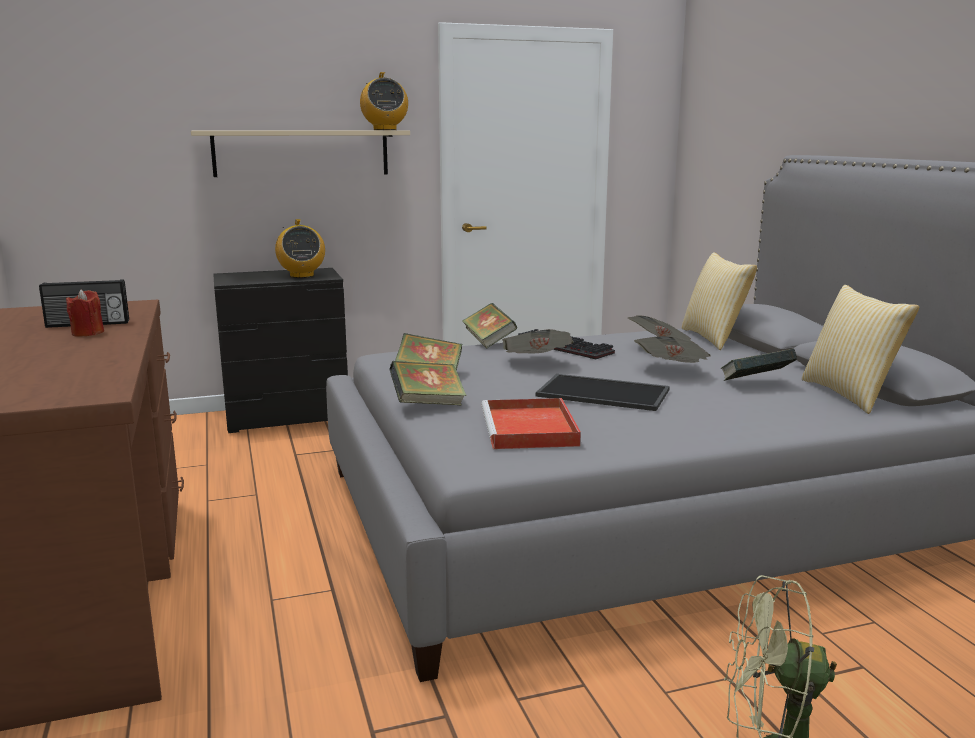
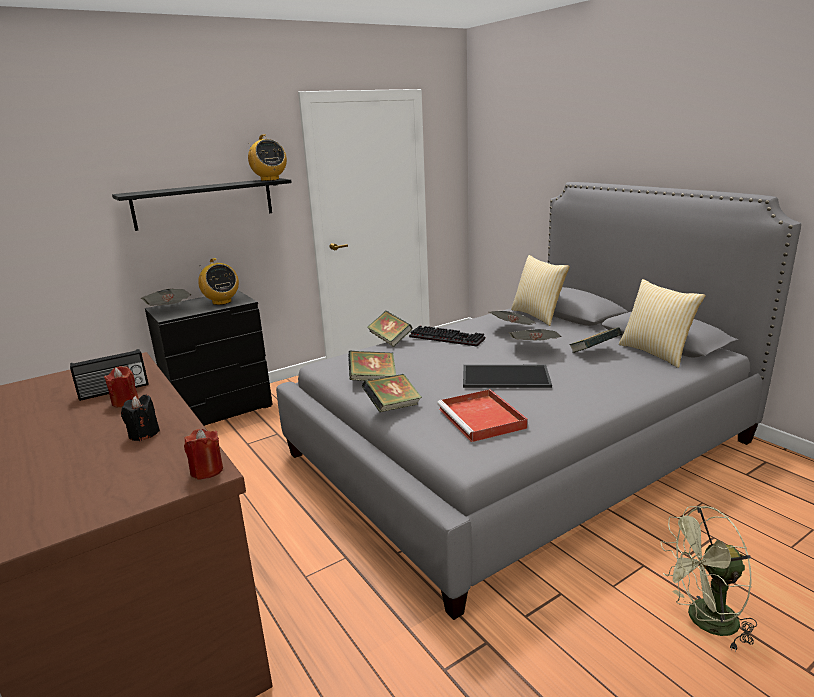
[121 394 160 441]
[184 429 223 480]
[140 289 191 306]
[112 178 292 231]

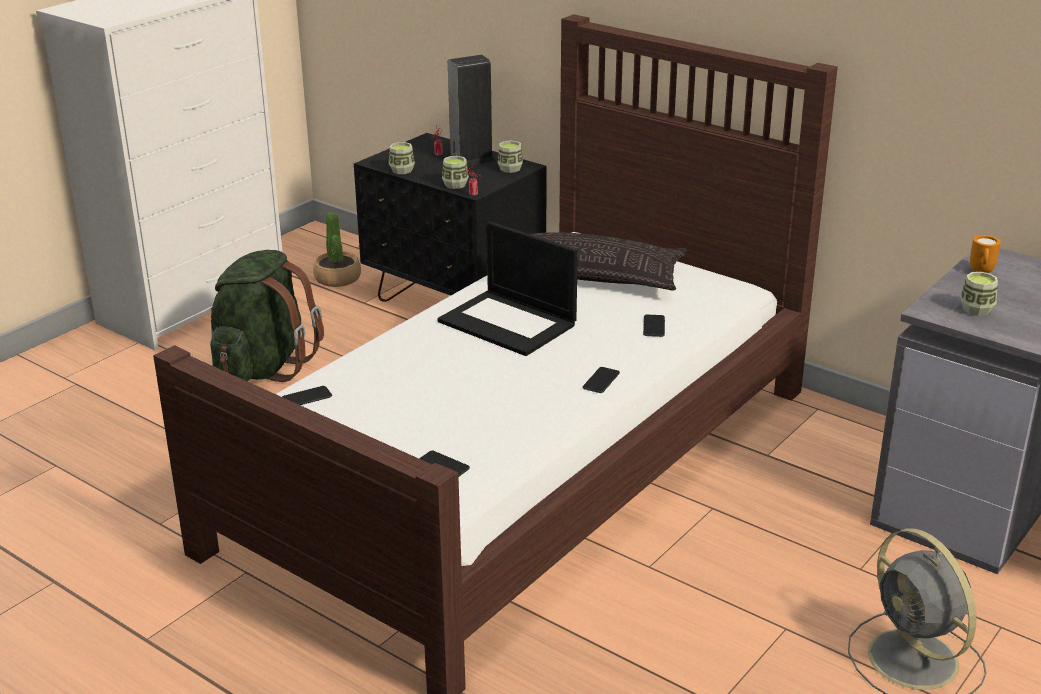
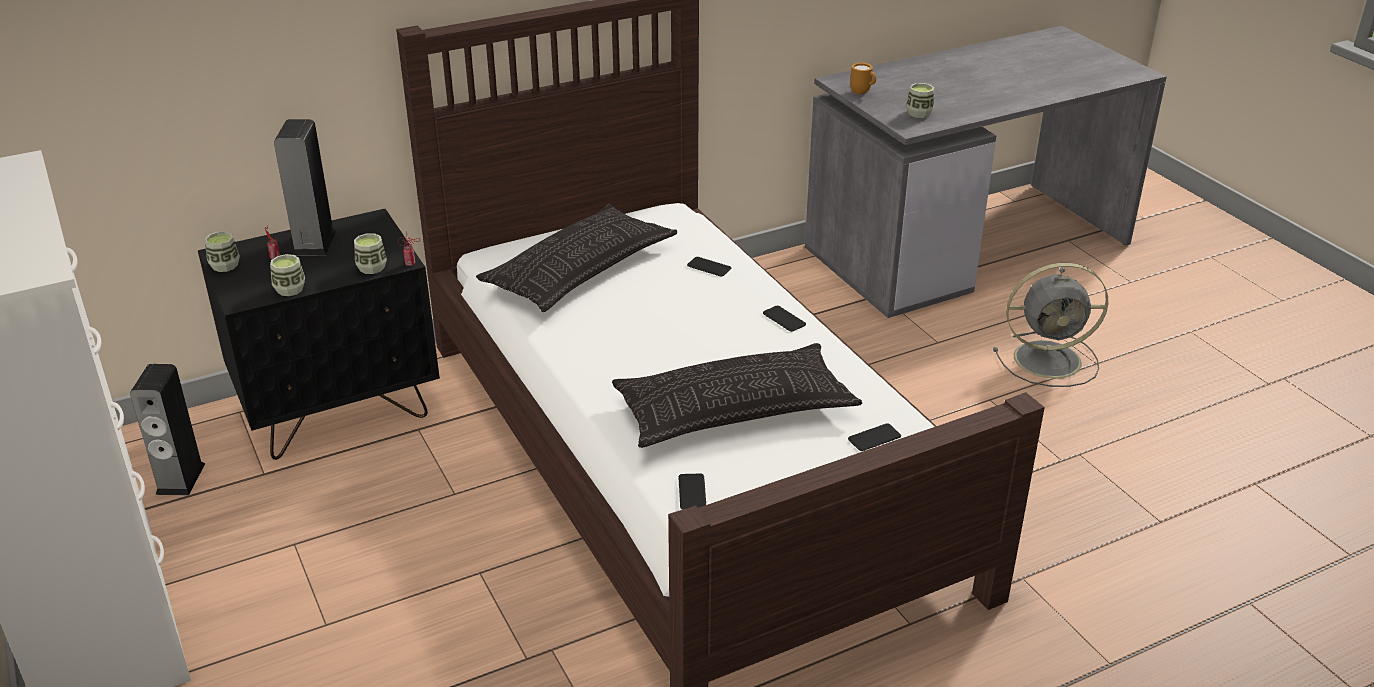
[210 250 324 382] (first image)
[437 221 578 356] (first image)
[612 343 862 448]
[205 231 240 272]
[130 364 205 496]

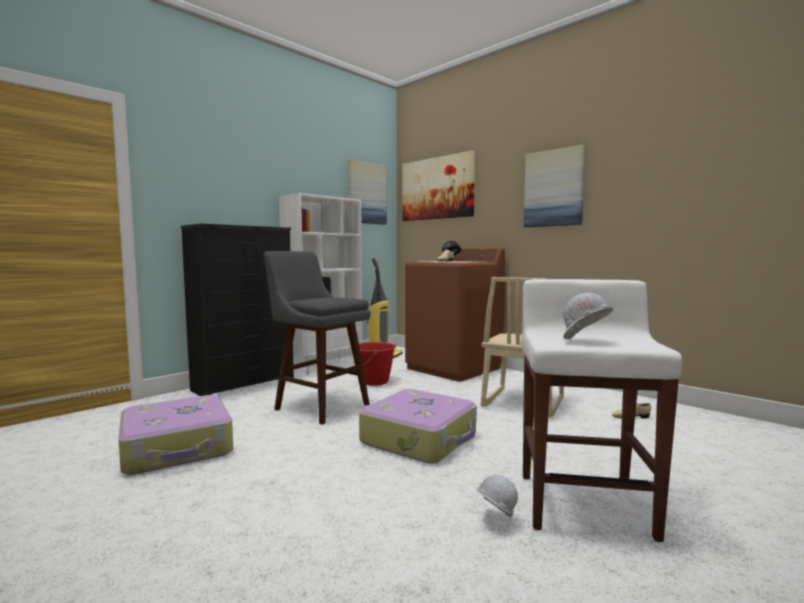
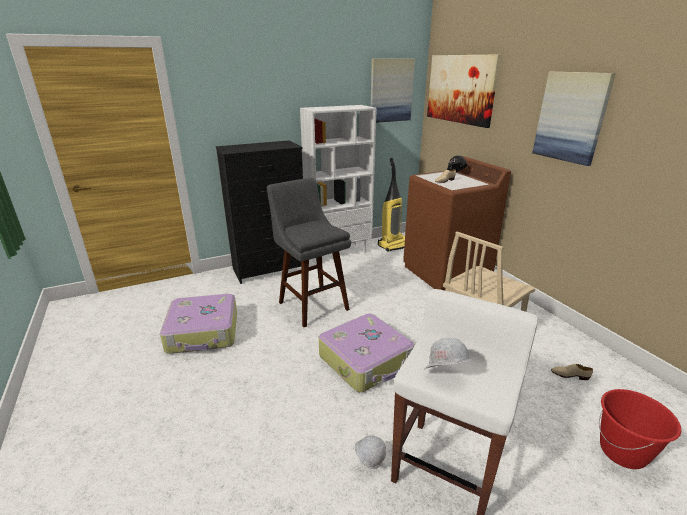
[599 389 681 469]

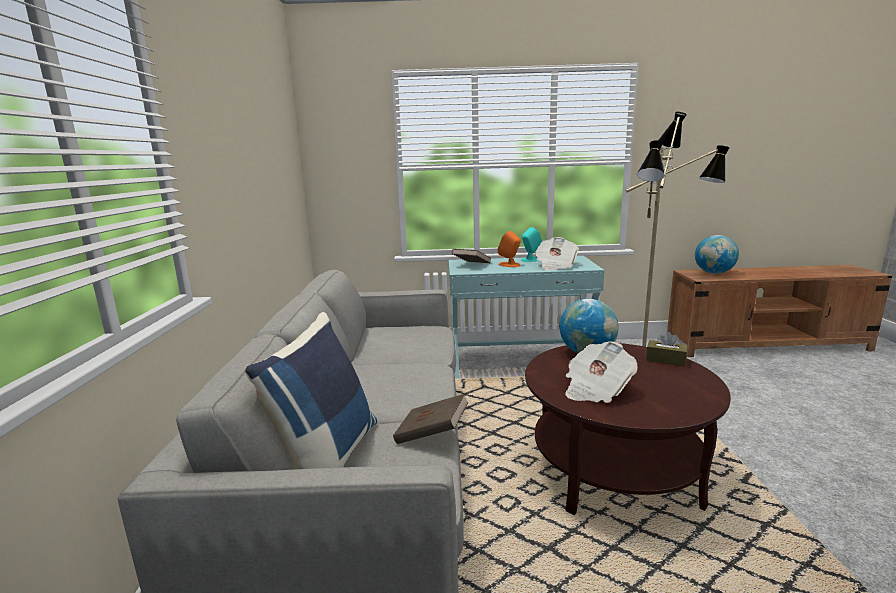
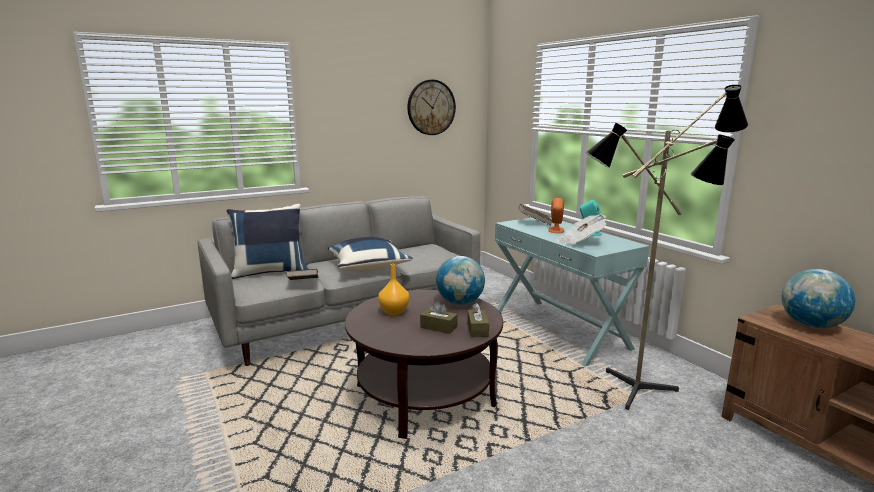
[328 237 413 272]
[407 80 456 135]
[420 301 458 334]
[378 264 409 315]

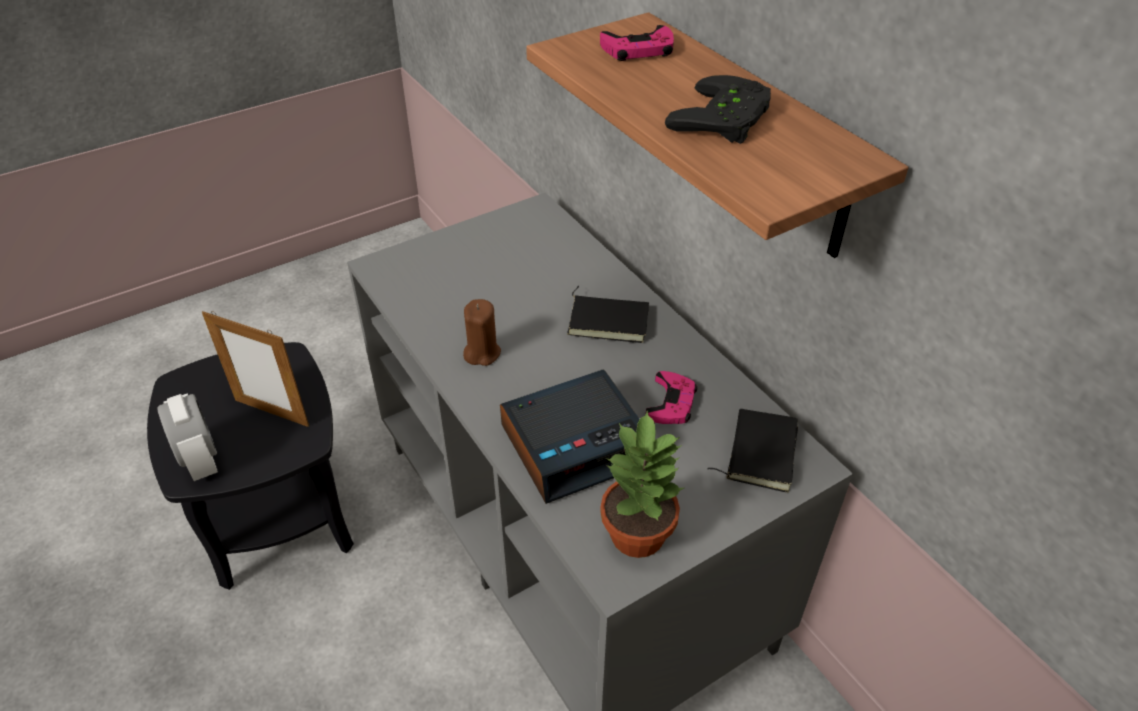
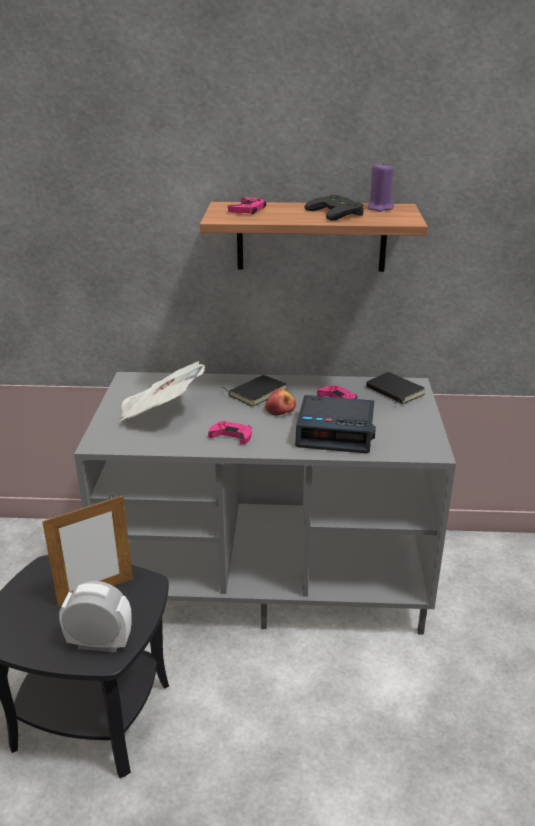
[600 411 684 558] (first image)
[120 361 205 421]
[265 389 296 416]
[367 162 394 212]
[208 421 252 444]
[295 395 376 453]

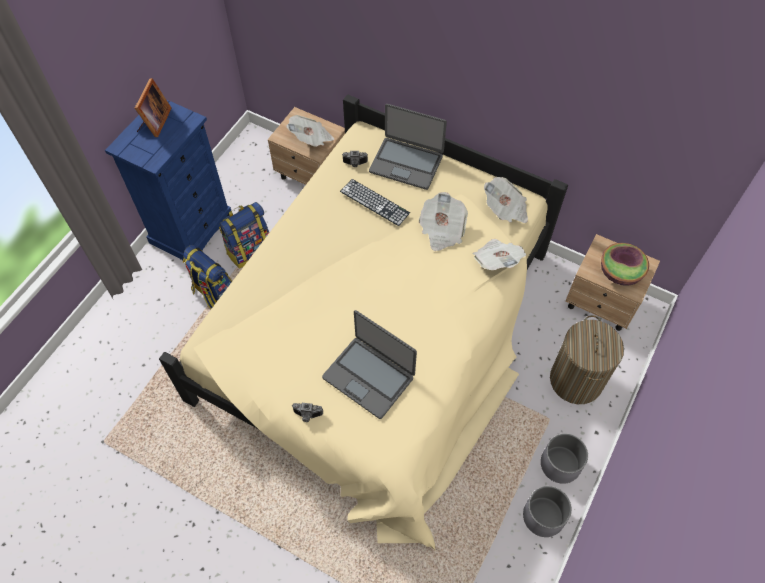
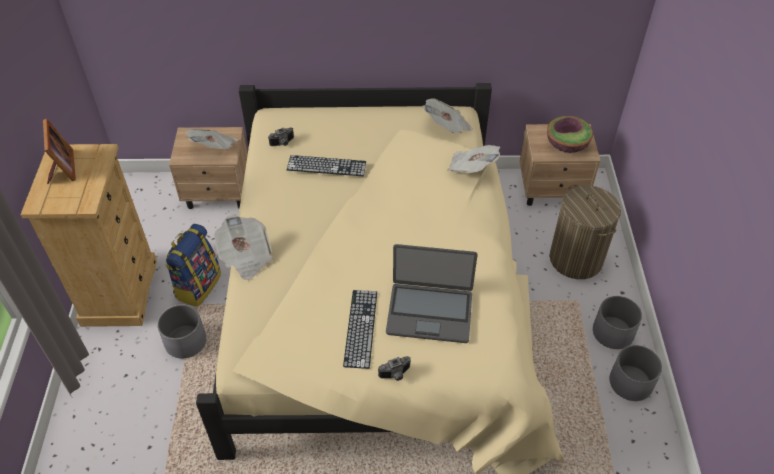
[369 104 447 190] (first image)
[343 290 377 369]
[214 215 273 280]
[157 304 206 358]
[20 144 157 327]

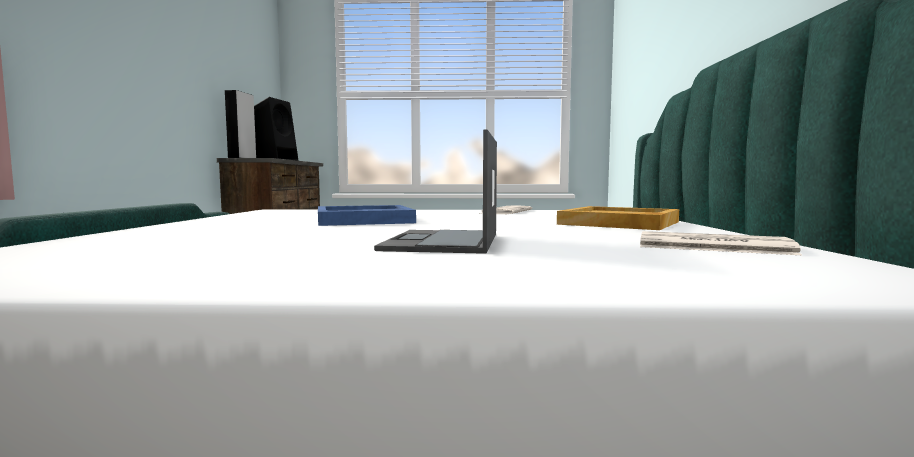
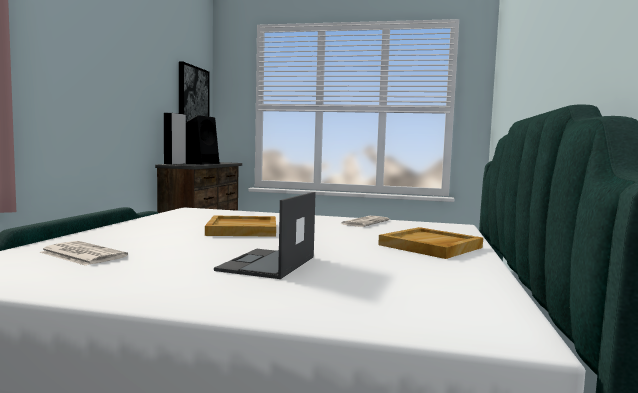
[179 61 210 122]
[40 241 128 266]
[205 216 276 237]

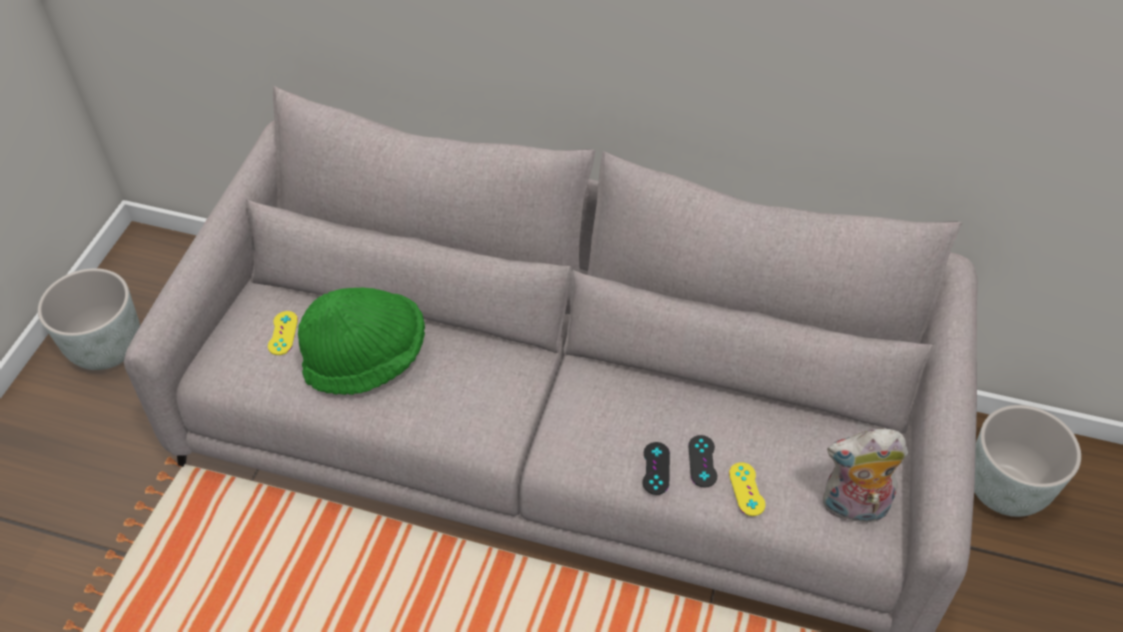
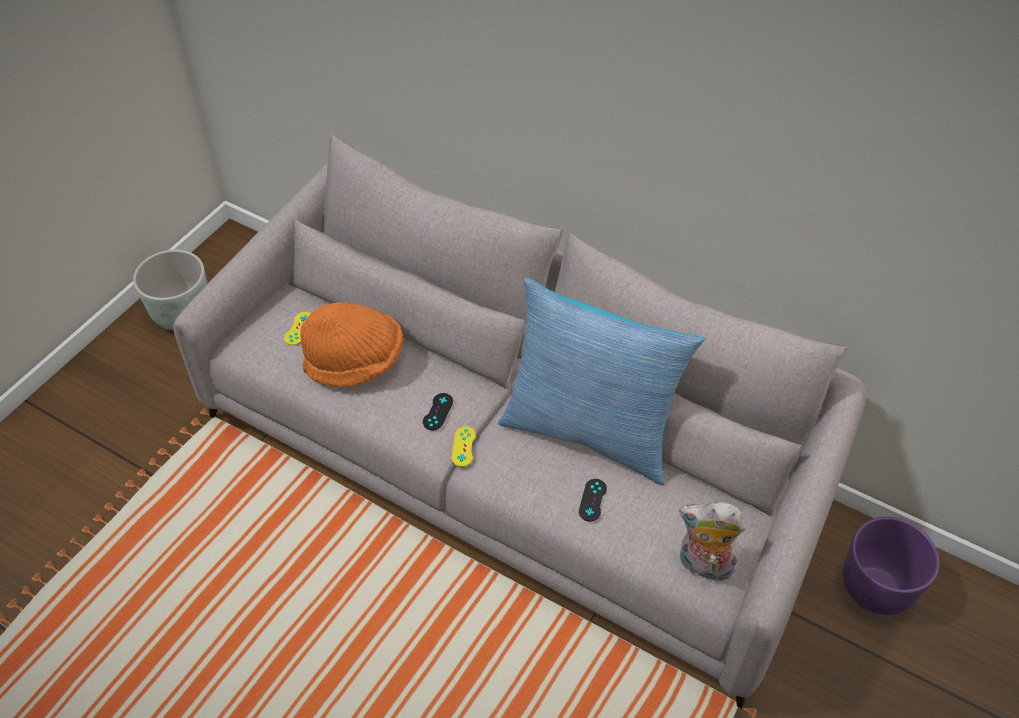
[498 278 705 486]
[423 393 453 430]
[451 426 476 467]
[300 302 404 388]
[843 517 940 615]

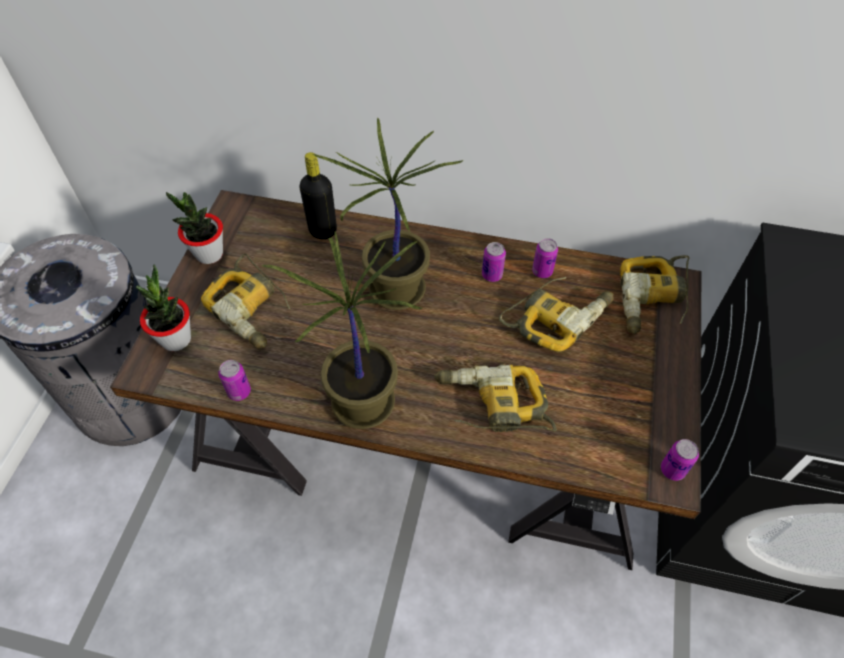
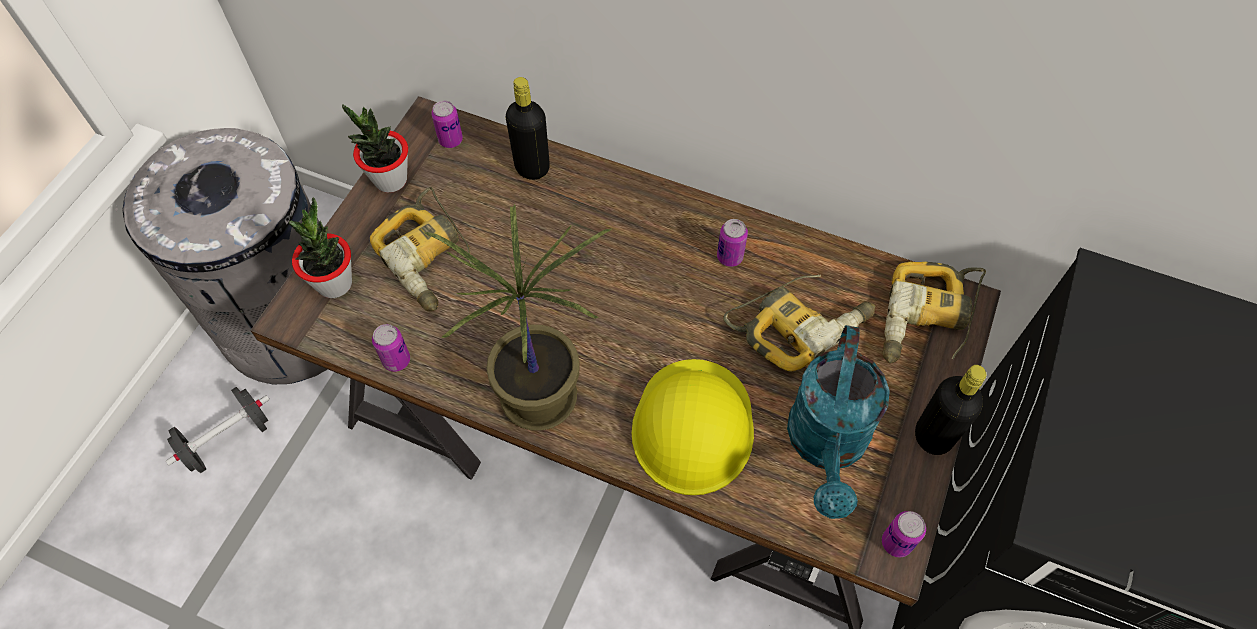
[313 117 463 310] (first image)
[166 387 270 473]
[787 325 890 519]
[915 365 986 455]
[431 100 463 148]
[632 359 754 495]

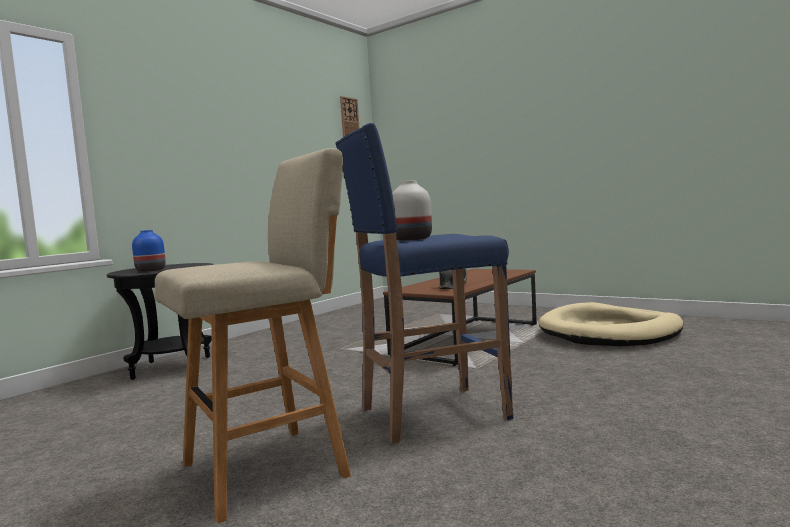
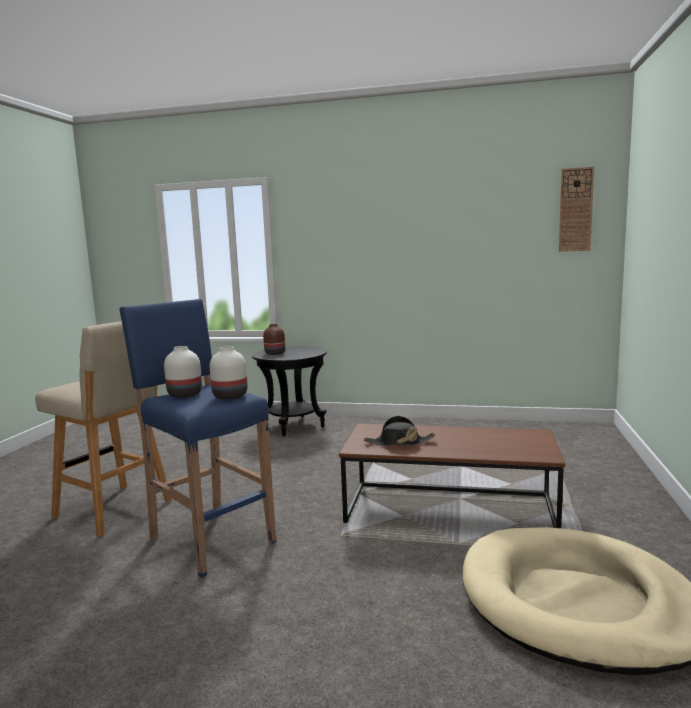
[210 346 247 399]
[263 324 285 355]

